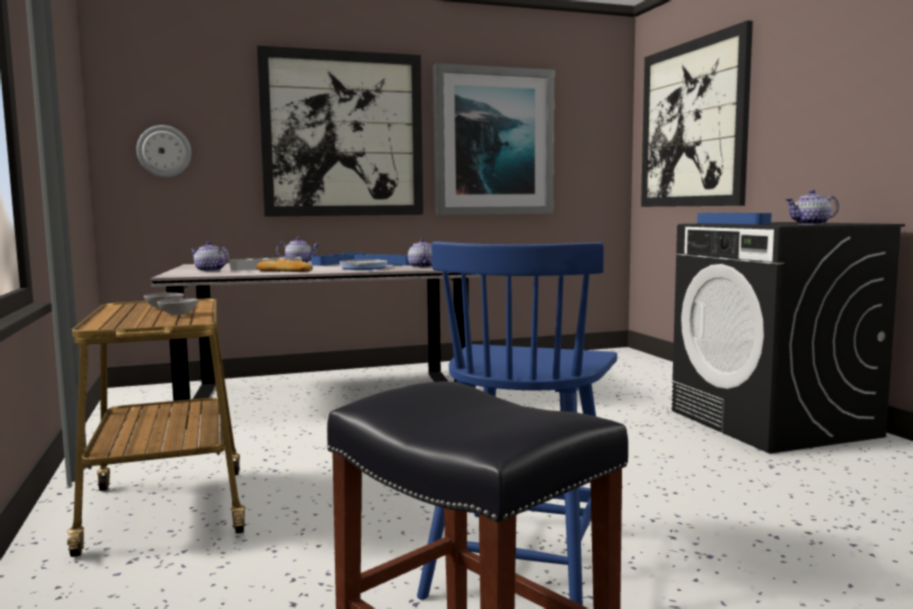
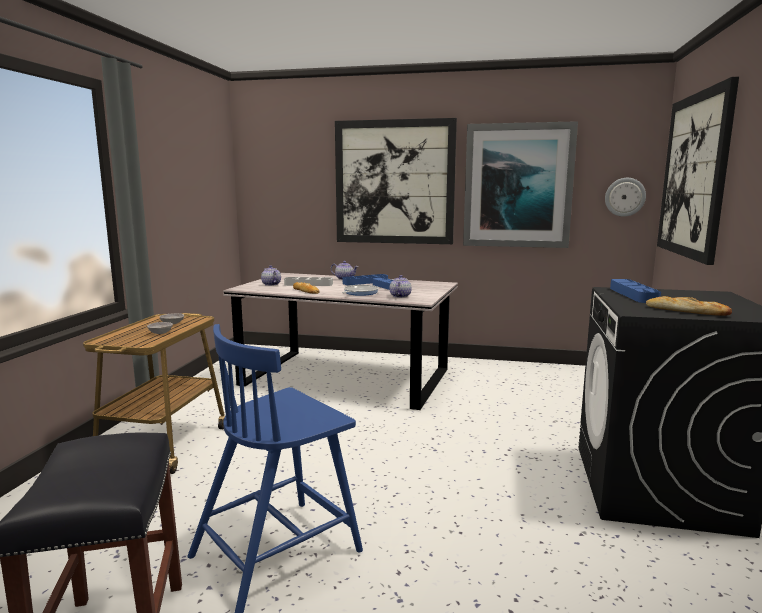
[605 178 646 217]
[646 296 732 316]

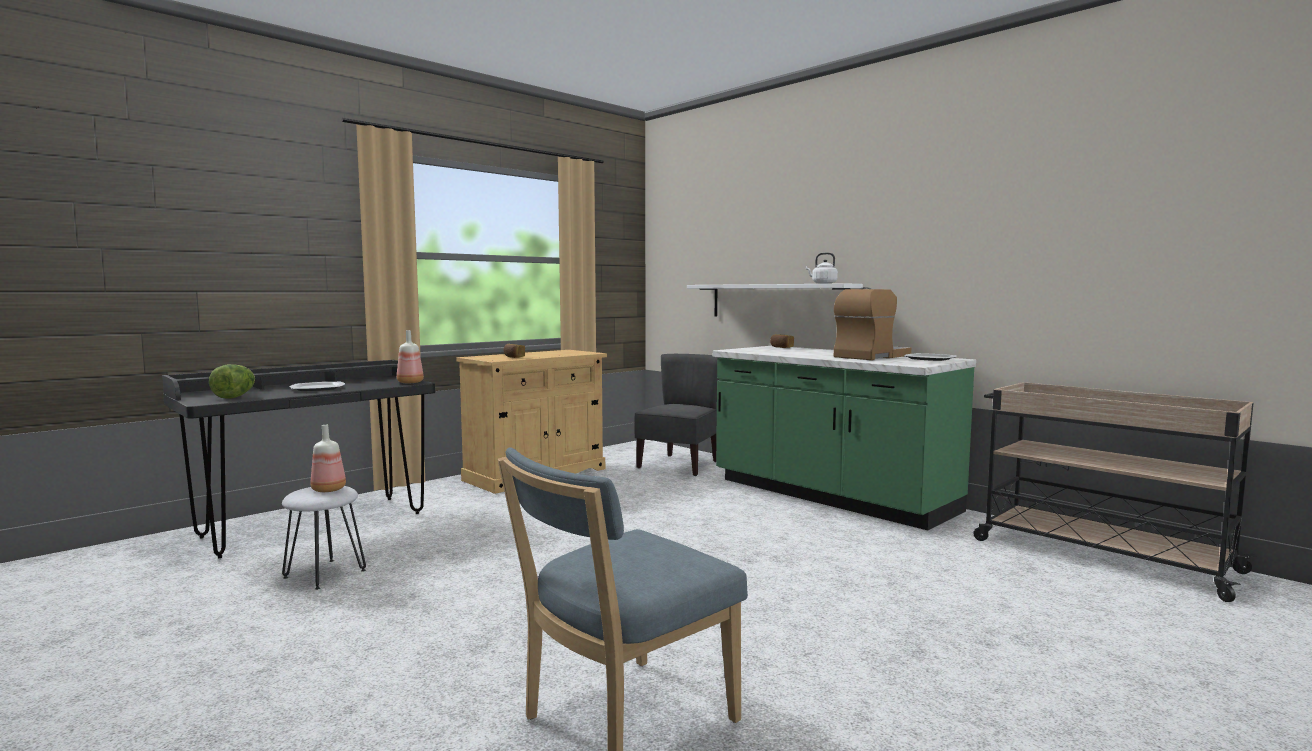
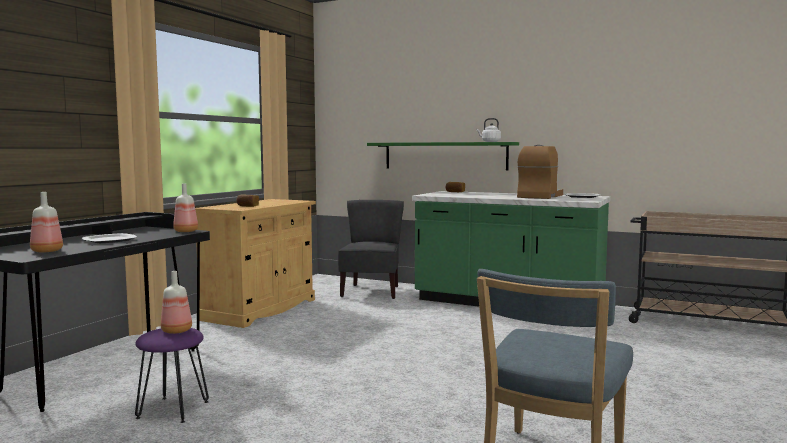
[30 192 63 252]
[135 328 209 423]
[367 142 519 170]

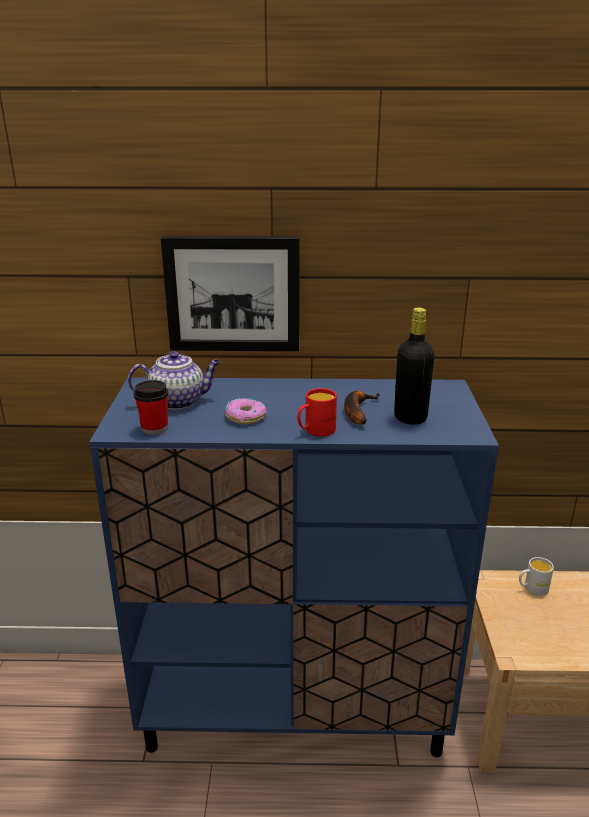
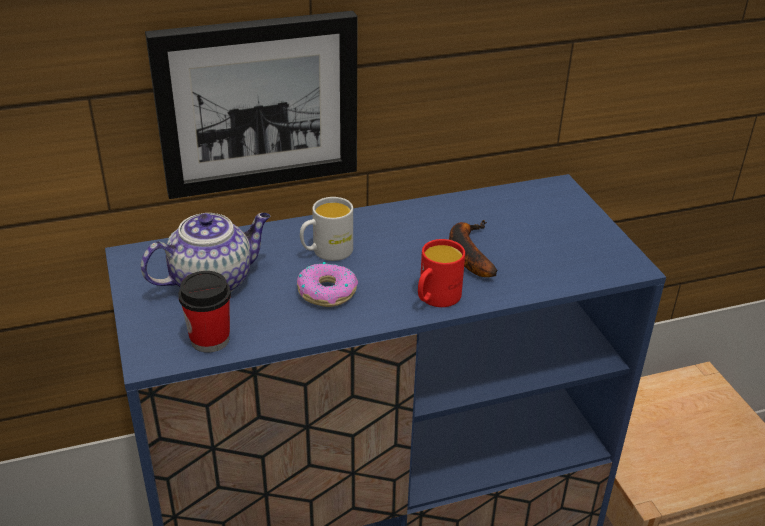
[394 307 435 425] (first image)
[300 197 353 261]

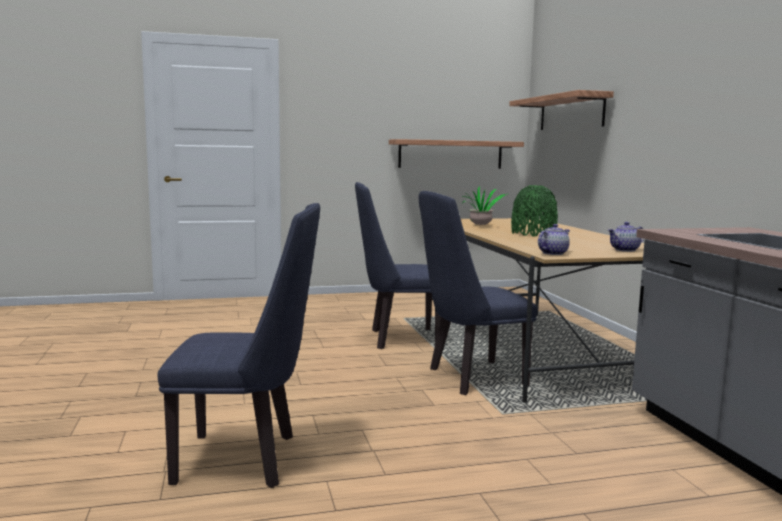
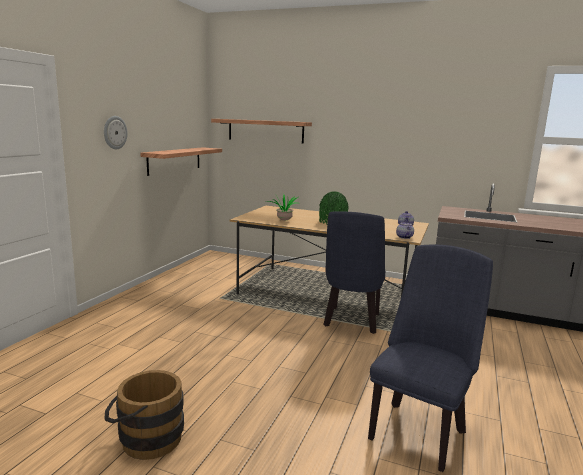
[355 182 441 349] (first image)
[104 116 128 149]
[105 370 184 460]

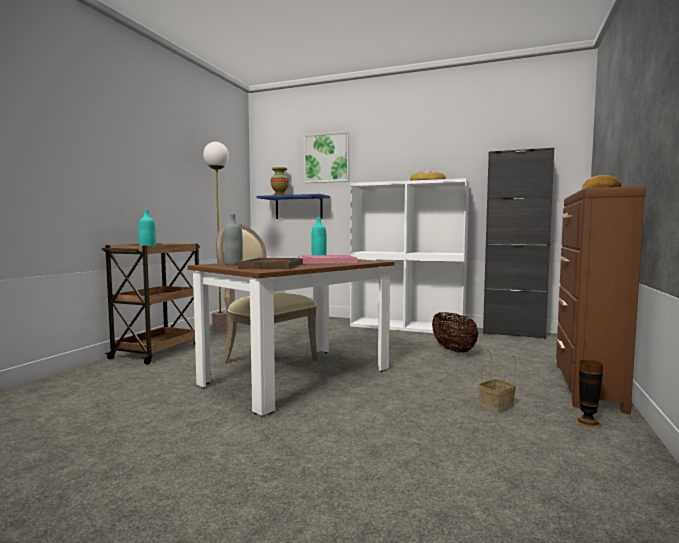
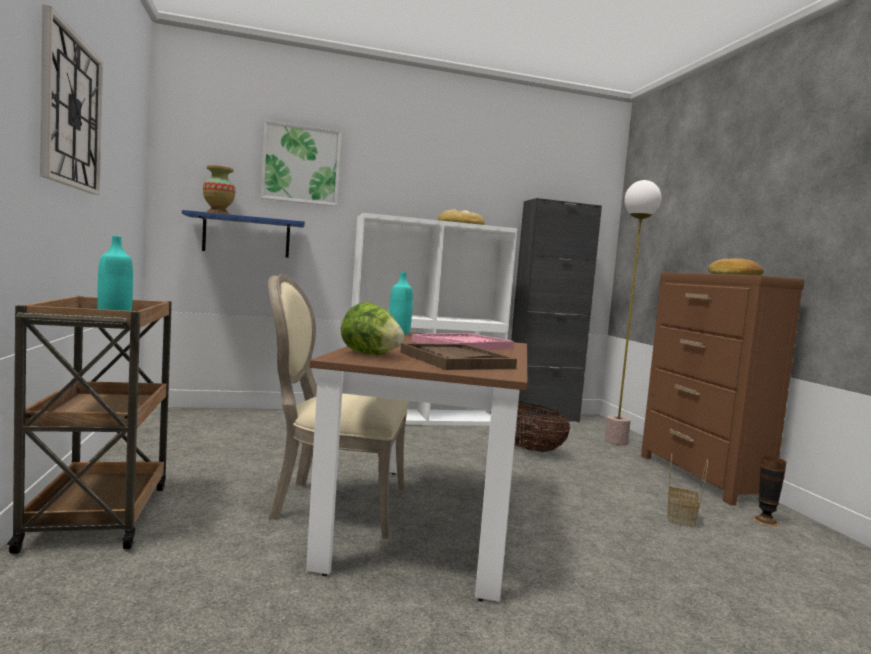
[40 5 103 195]
[605 180 661 445]
[341 302 404 355]

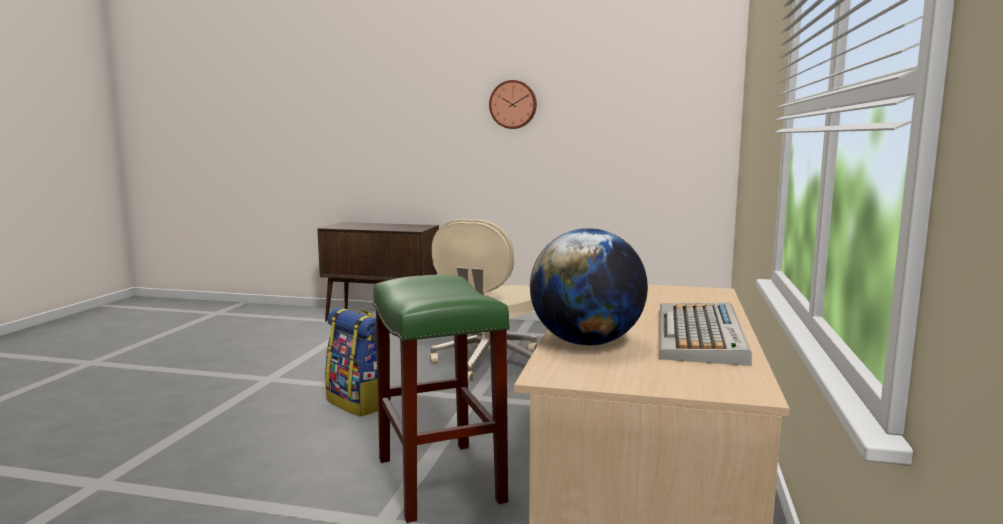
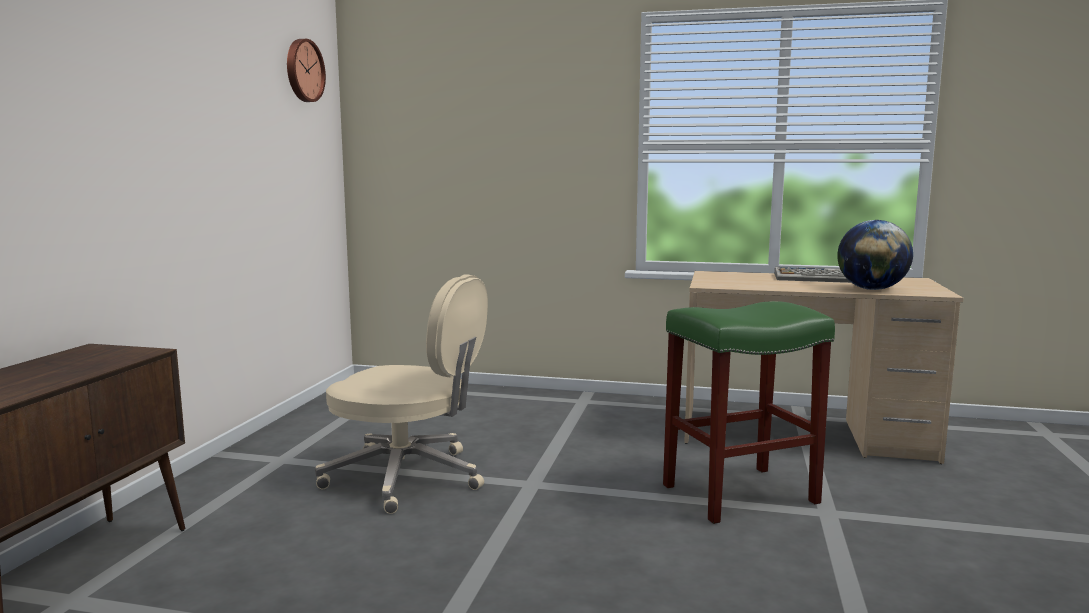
[325 308 391 417] (first image)
[287 39 326 102]

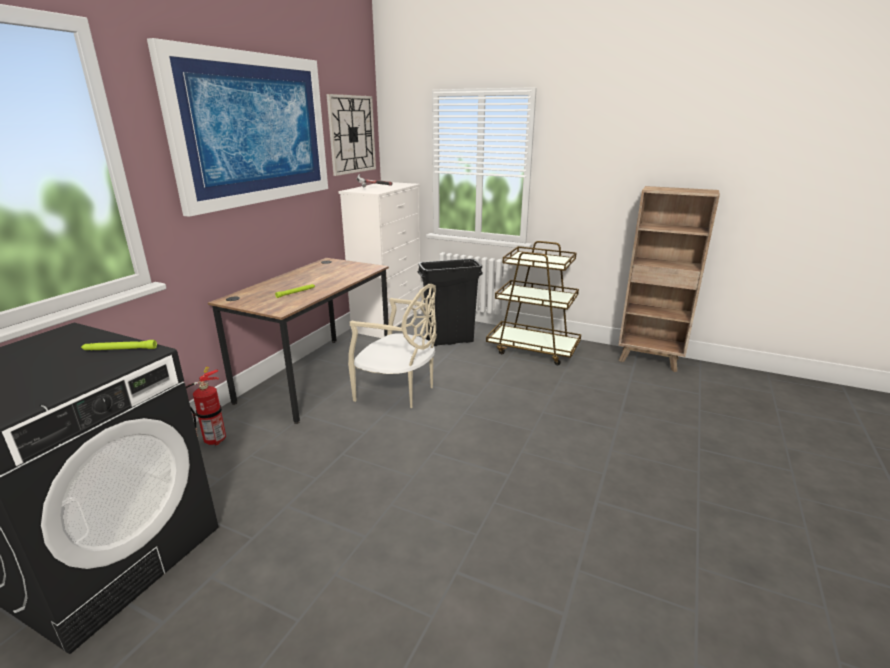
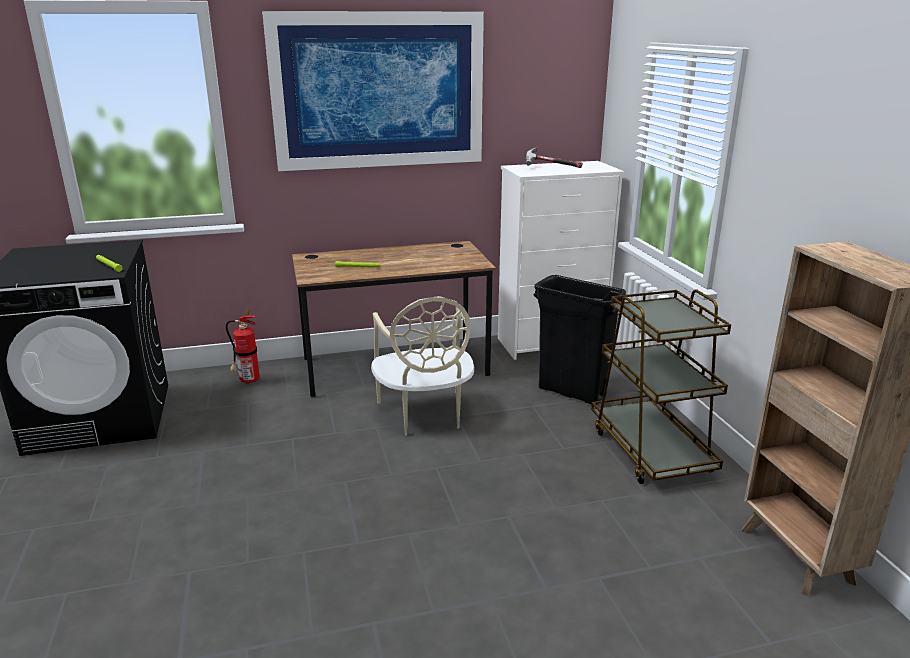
[326 94 376 176] (first image)

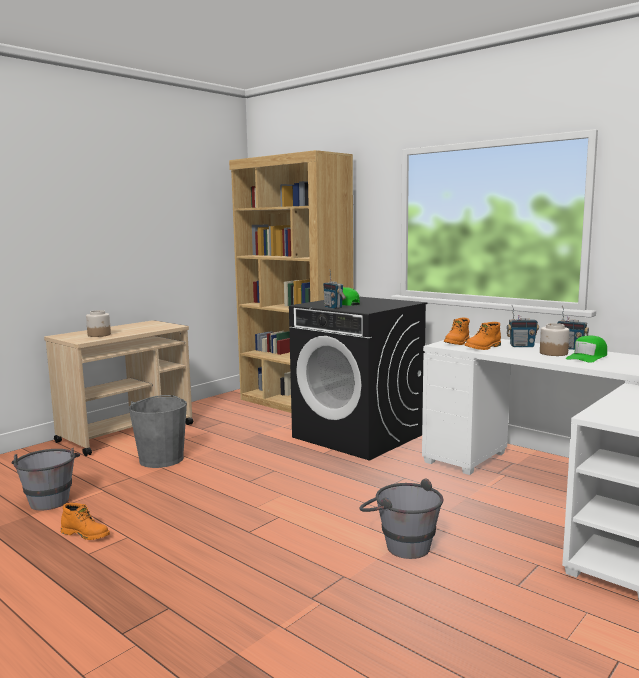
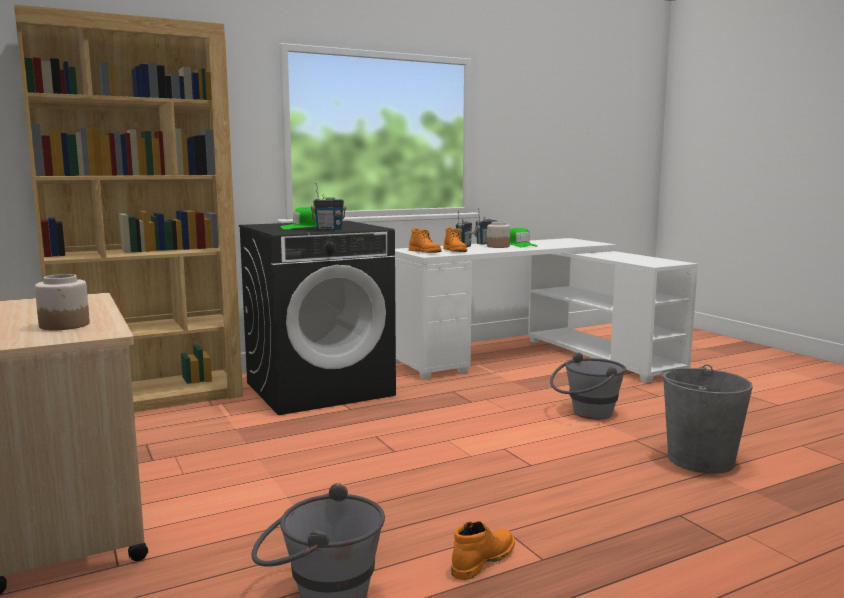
[660 364 753 474]

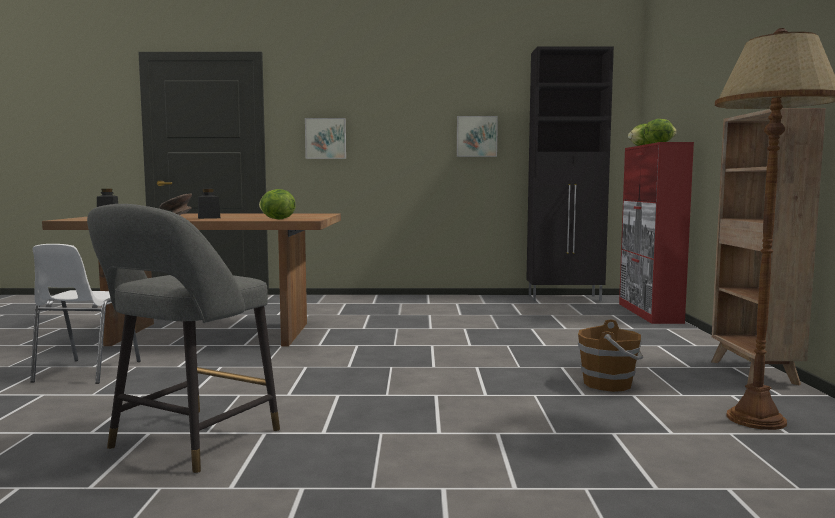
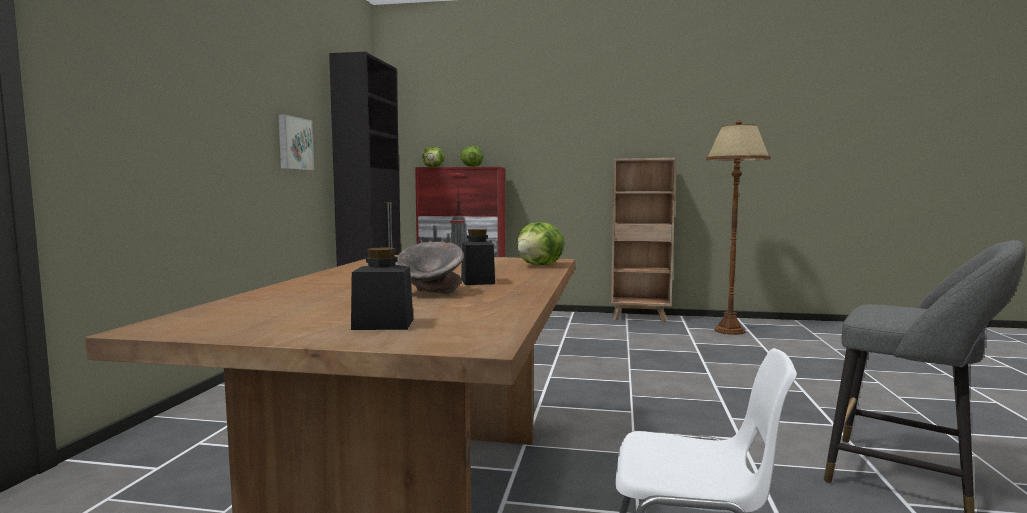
[305 118 346 159] (first image)
[578 319 643 392] (first image)

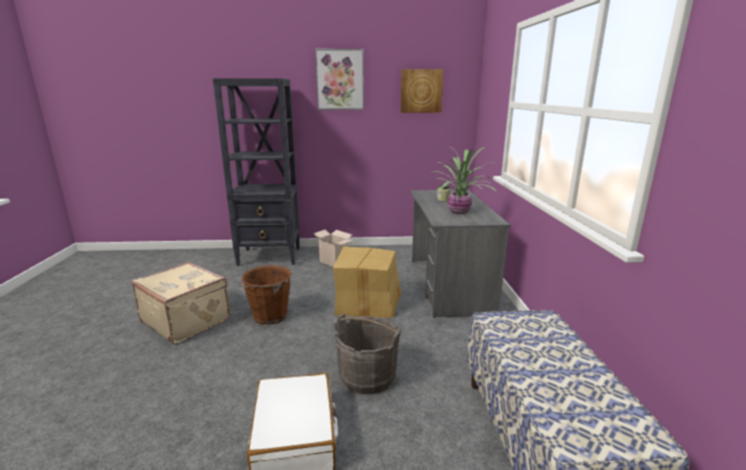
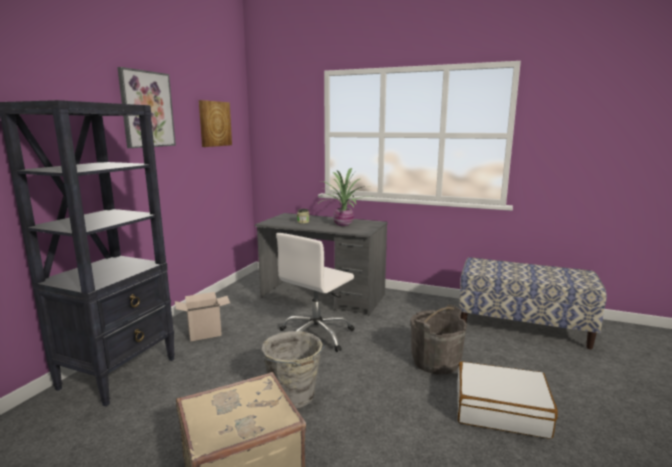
[276 233 355 352]
[262 331 325 409]

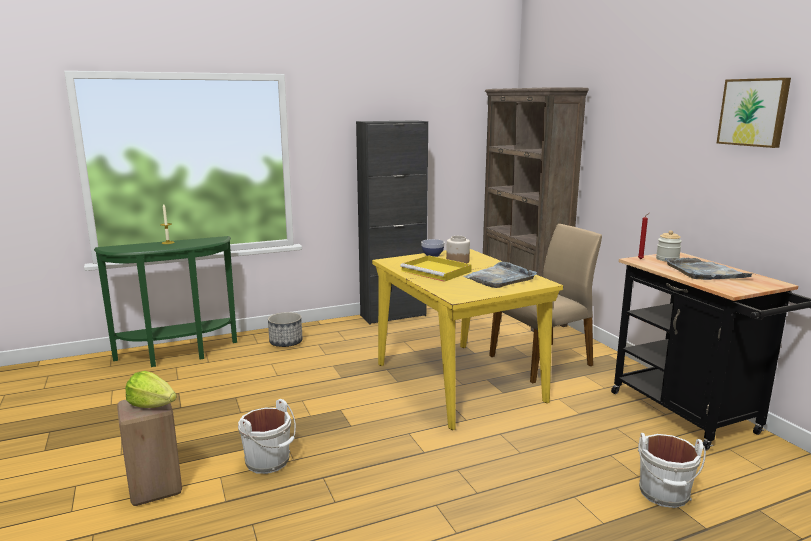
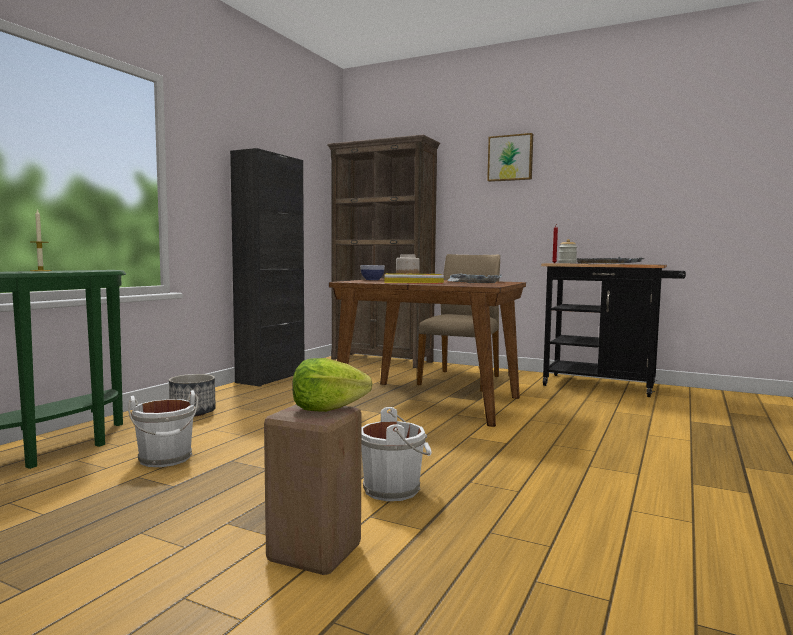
[128 390 198 467]
[487 133 533 182]
[329 278 526 427]

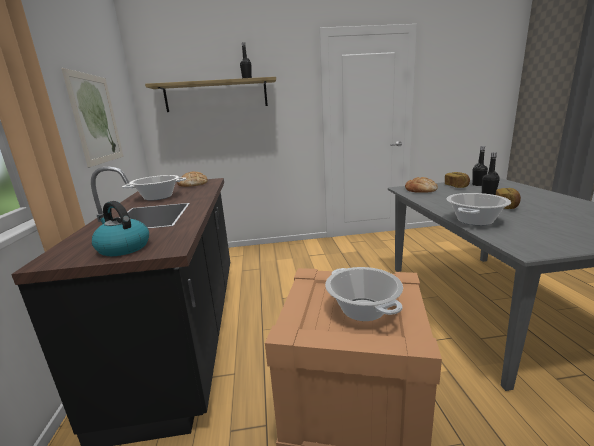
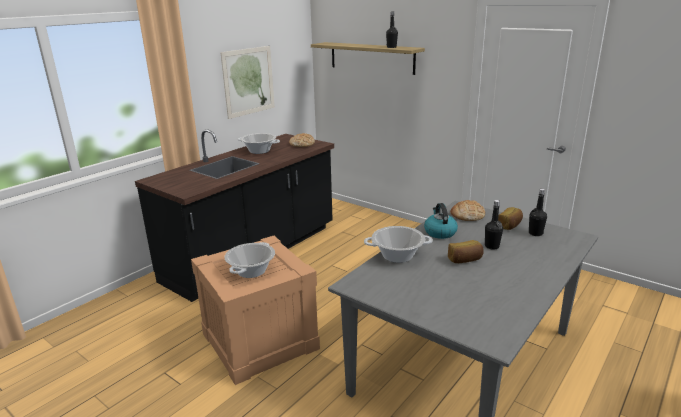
[424 203 458 239]

